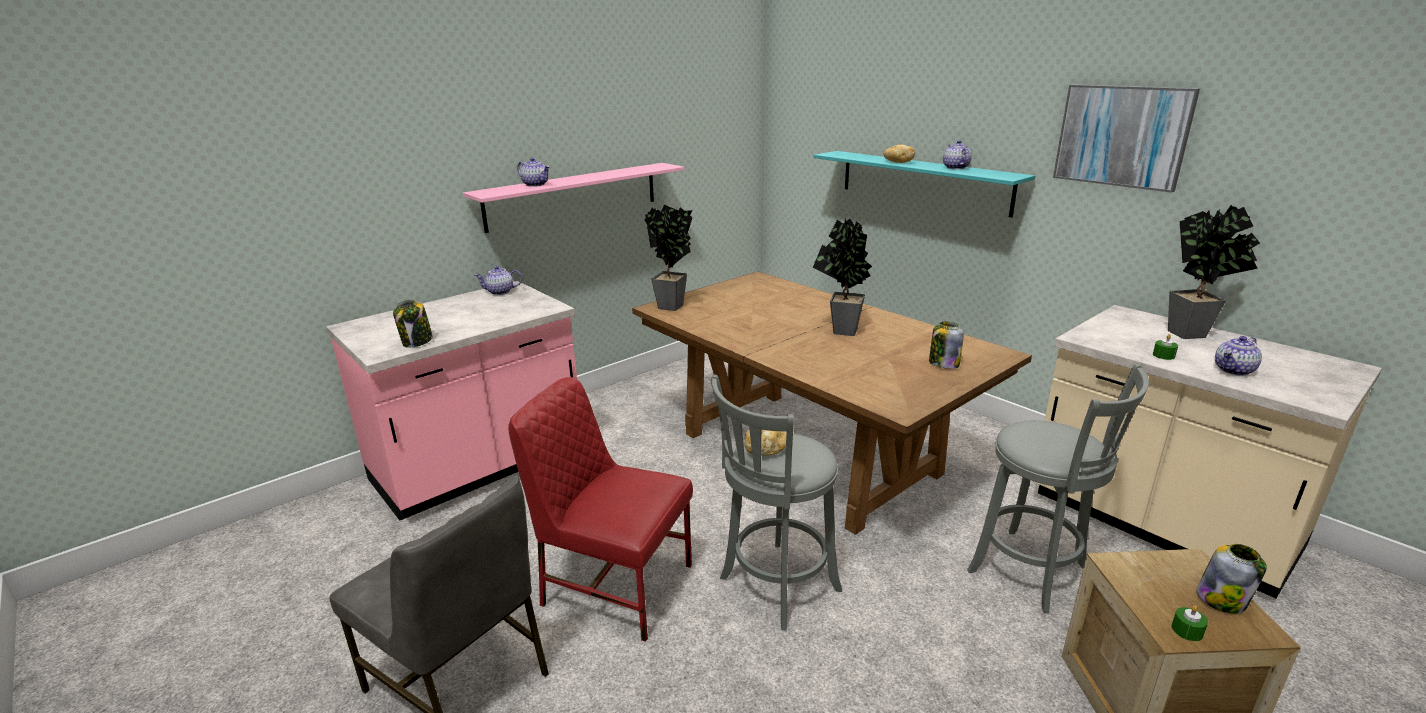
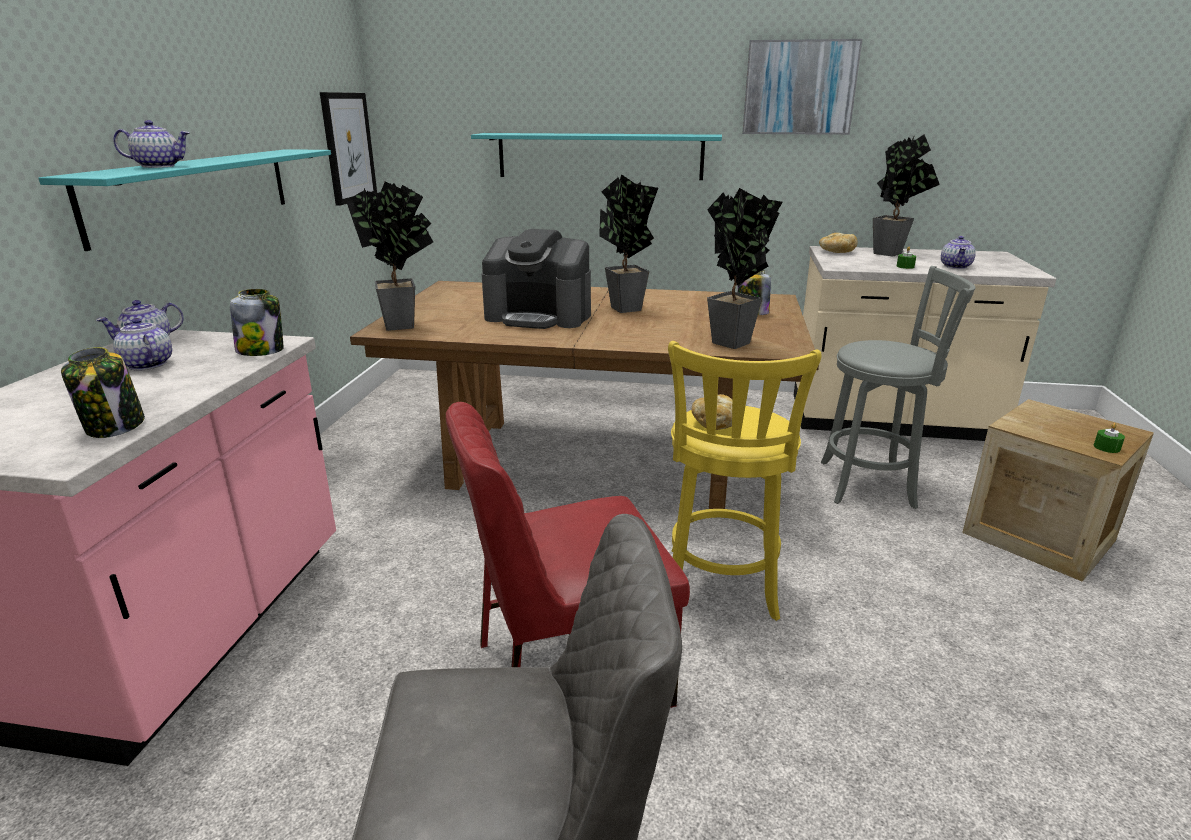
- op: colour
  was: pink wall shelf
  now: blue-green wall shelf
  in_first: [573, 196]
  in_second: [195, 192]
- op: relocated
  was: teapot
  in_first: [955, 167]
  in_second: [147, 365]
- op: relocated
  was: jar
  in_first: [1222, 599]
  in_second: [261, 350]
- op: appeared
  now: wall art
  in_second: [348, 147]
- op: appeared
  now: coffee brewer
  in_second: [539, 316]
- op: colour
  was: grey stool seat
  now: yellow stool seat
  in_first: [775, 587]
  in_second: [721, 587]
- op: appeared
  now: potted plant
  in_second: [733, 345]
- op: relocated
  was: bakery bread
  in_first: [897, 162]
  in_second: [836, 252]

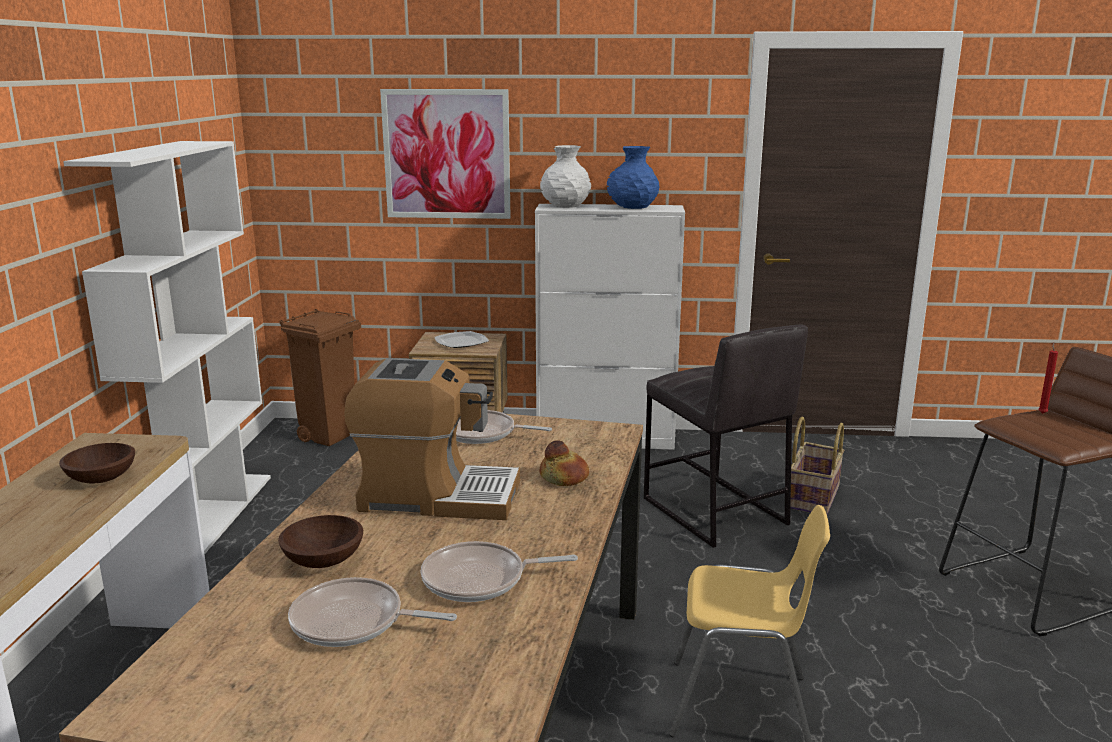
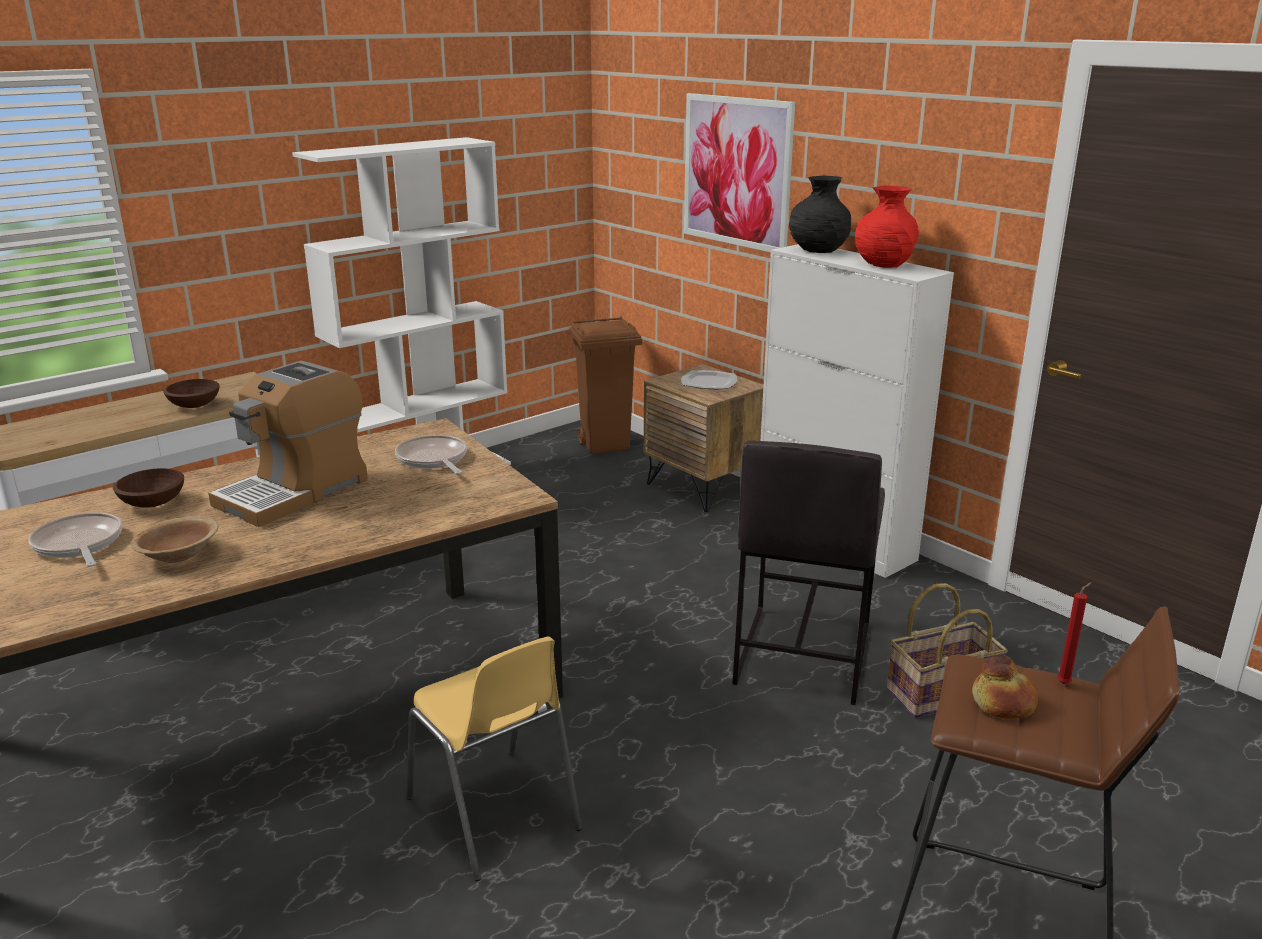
- op: exchanged
  was: pan
  now: brown bowl
  in_first: [480, 579]
  in_second: [179, 555]
- op: spun
  was: coffee brewer
  in_first: [436, 496]
  in_second: [294, 492]
  clockwise: 75
- op: colour
  was: white flower vase
  now: black-coloured flower vase
  in_first: [565, 206]
  in_second: [817, 250]
- op: colour
  was: bluish flower vase
  now: red flower vase
  in_first: [632, 207]
  in_second: [882, 264]
- op: relocated
  was: bakery bread
  in_first: [564, 477]
  in_second: [1004, 703]

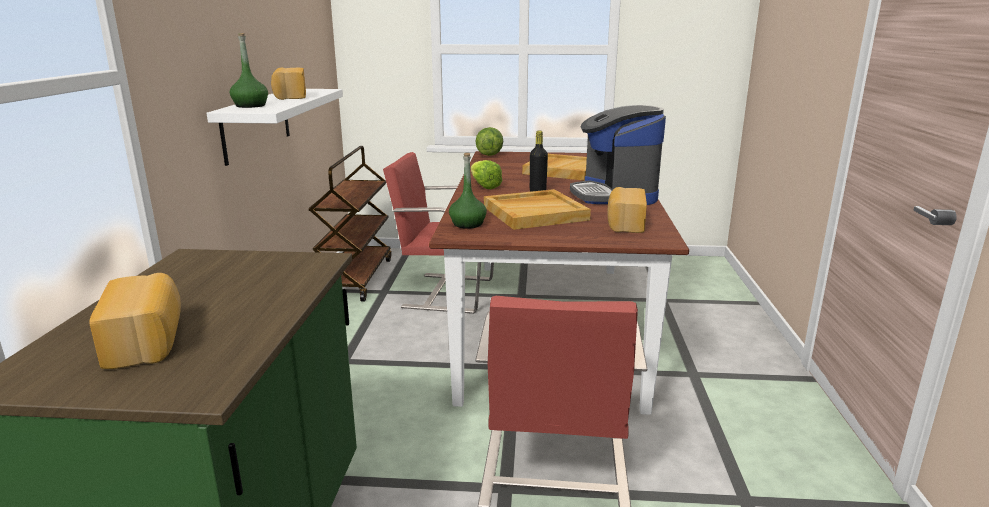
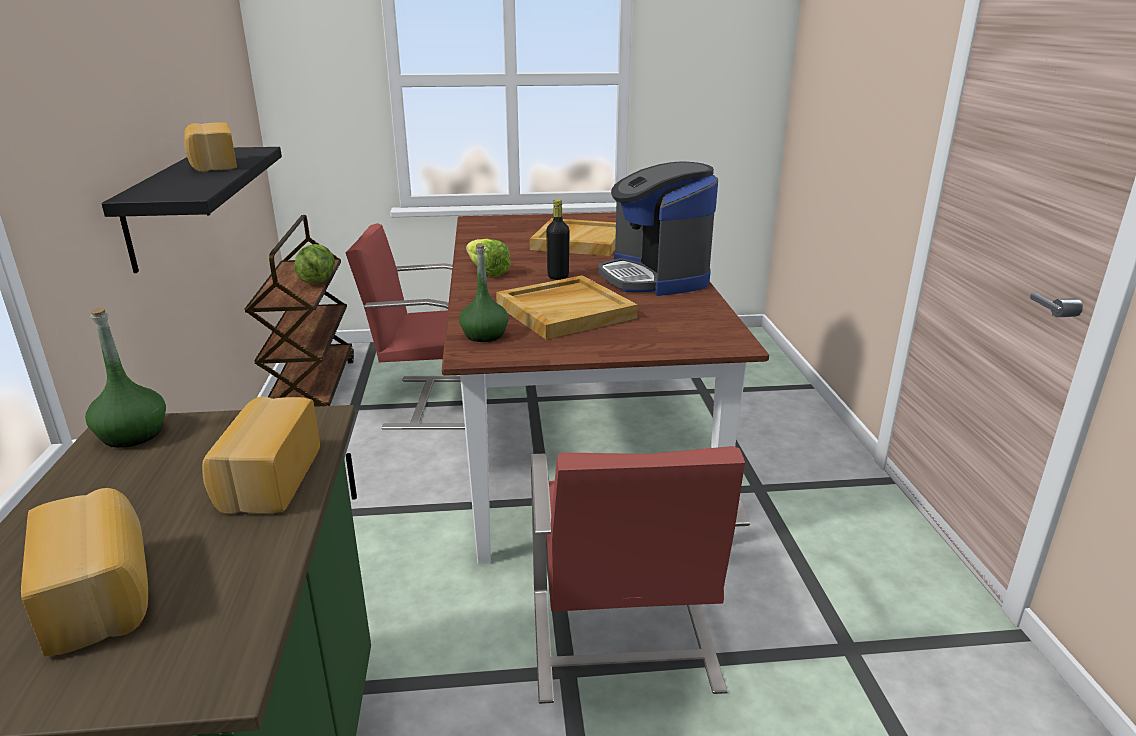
- op: relocated
  was: greenish bottle
  in_first: [250, 106]
  in_second: [132, 435]
- op: colour
  was: white wall shelf
  now: black-coloured wall shelf
  in_first: [256, 124]
  in_second: [168, 206]
- op: relocated
  was: bakery bread
  in_first: [624, 224]
  in_second: [266, 479]
- op: relocated
  was: head of lettuce
  in_first: [489, 154]
  in_second: [317, 280]

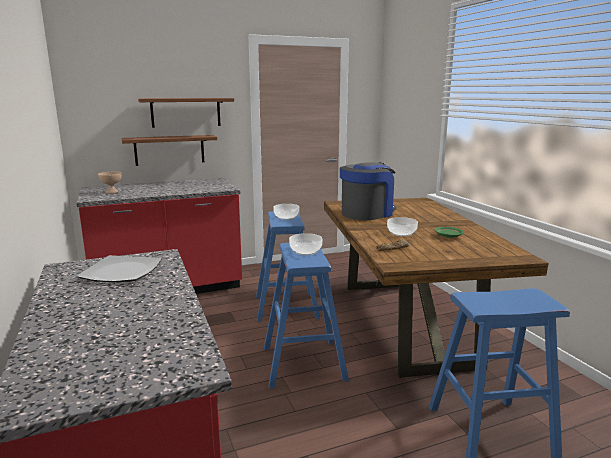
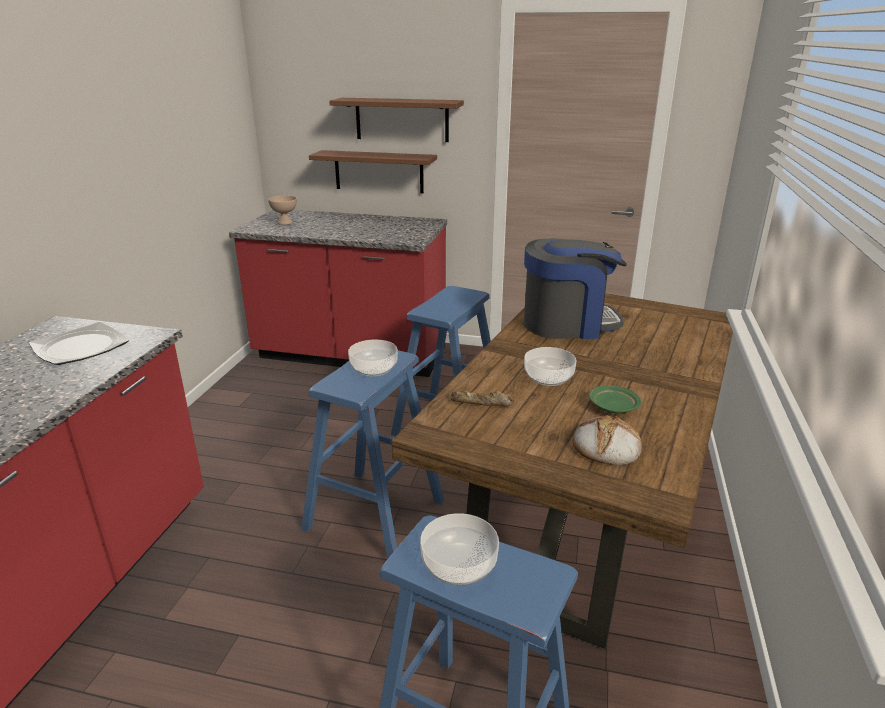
- op: relocated
  was: bowl
  in_first: [286, 217]
  in_second: [458, 564]
- op: appeared
  now: bakery bread
  in_second: [605, 446]

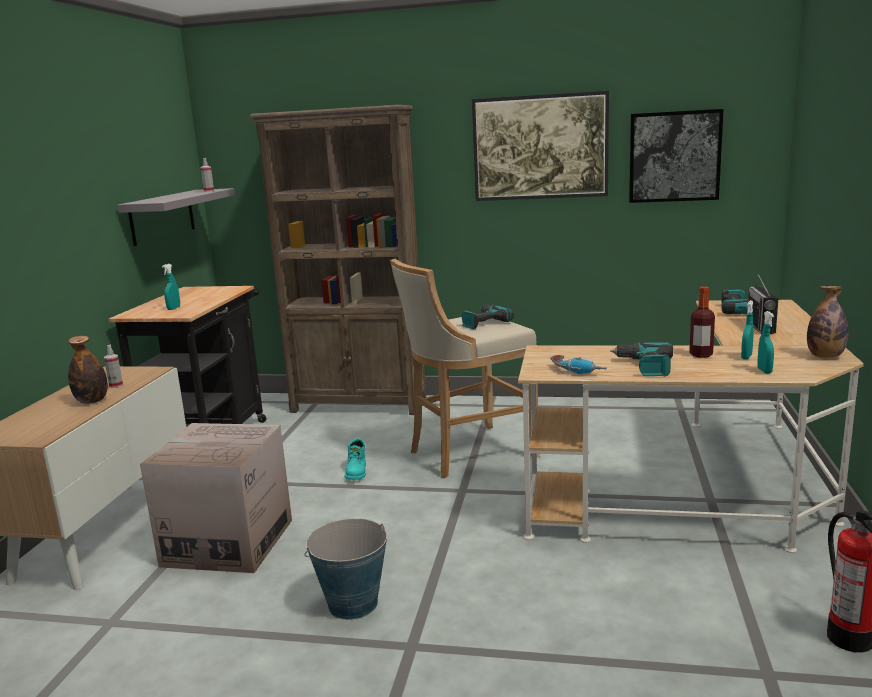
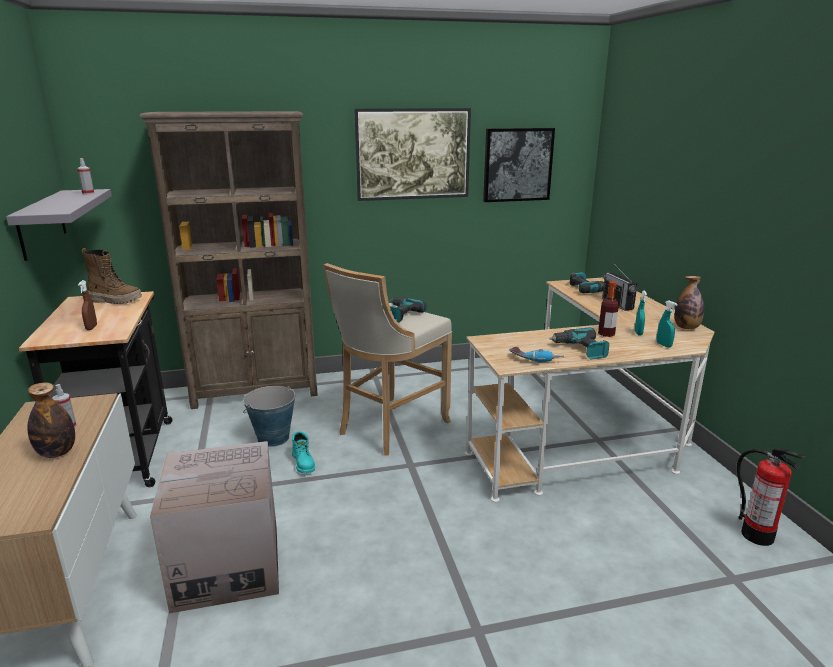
- op: colour
  was: blue-green hand sprayer
  now: brown hand sprayer
  in_first: [174, 308]
  in_second: [91, 327]
- op: appeared
  now: tall boot
  in_second: [116, 301]
- op: relocated
  was: pail
  in_first: [352, 604]
  in_second: [273, 438]

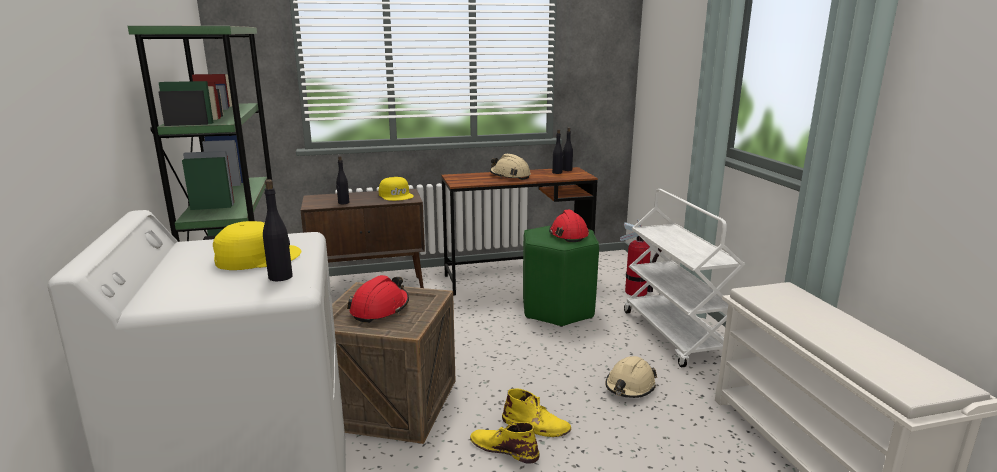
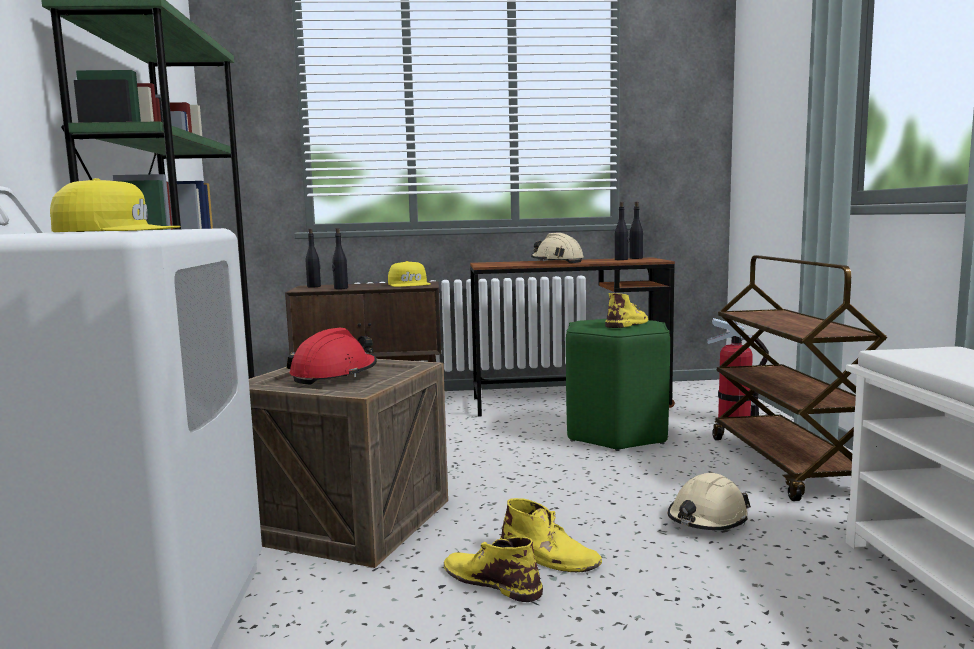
- op: relocated
  was: black-coloured bottle
  in_first: [281, 277]
  in_second: [314, 286]
- op: exchanged
  was: red safety helmet
  now: yellow tall boot
  in_first: [568, 234]
  in_second: [628, 324]
- op: colour
  was: white trolley
  now: brown trolley
  in_first: [674, 335]
  in_second: [787, 465]

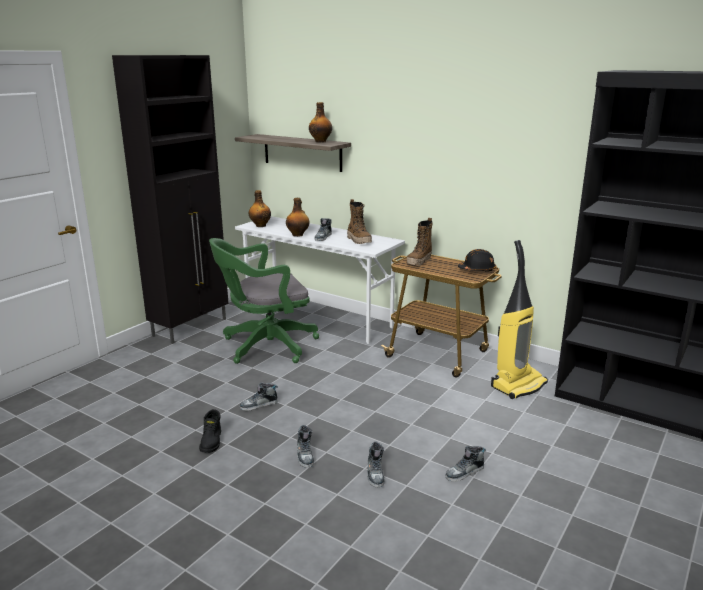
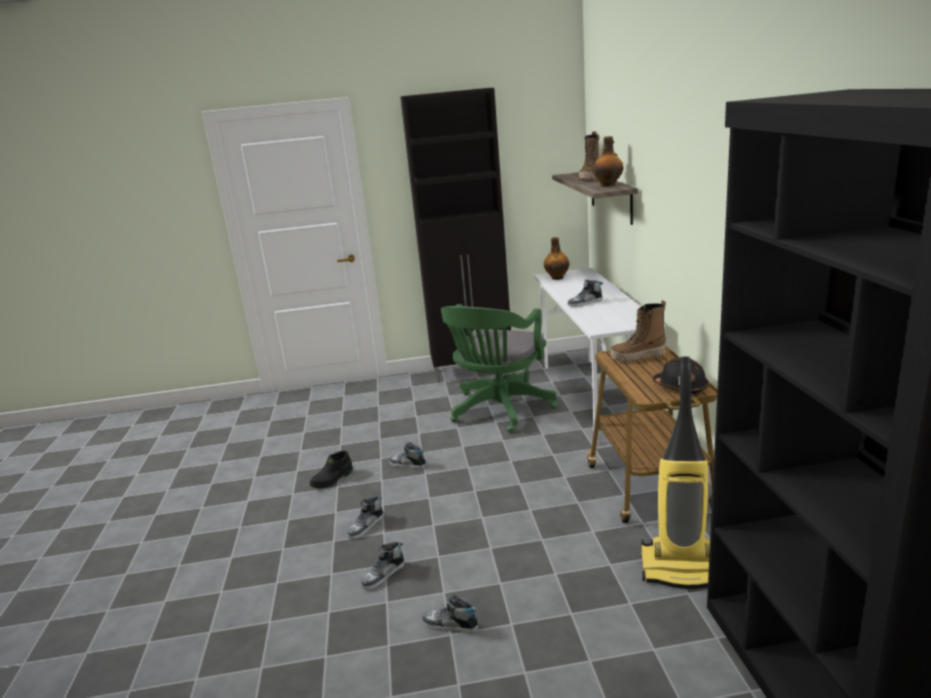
- op: spun
  was: greenish desk chair
  in_first: [265, 346]
  in_second: [499, 411]
  clockwise: -90
- op: relocated
  was: tall boot
  in_first: [359, 240]
  in_second: [590, 179]
- op: missing
  was: bottle
  in_first: [298, 235]

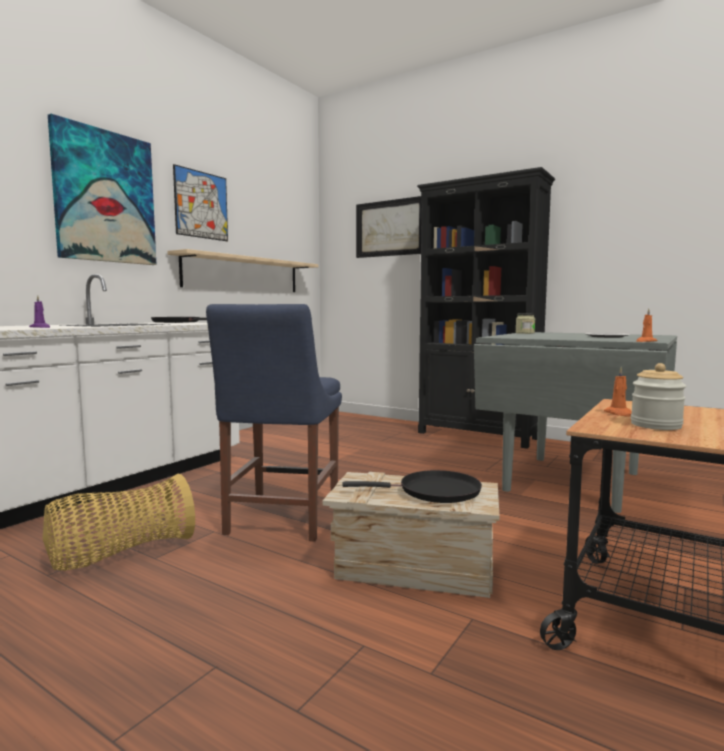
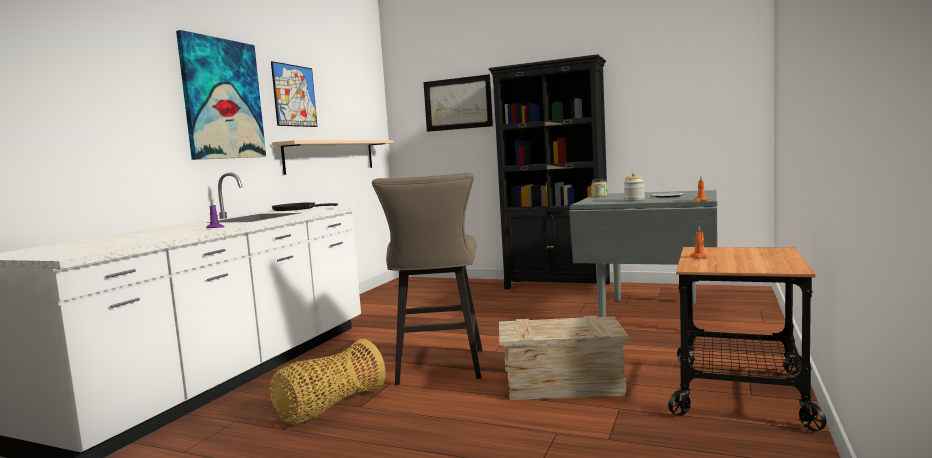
- op: exchanged
  was: bluish upright chair
  now: sand-coloured stool seat
  in_first: [280, 520]
  in_second: [438, 369]
- op: relocated
  was: jar
  in_first: [656, 425]
  in_second: [634, 199]
- op: missing
  was: black-coloured pan
  in_first: [434, 492]

